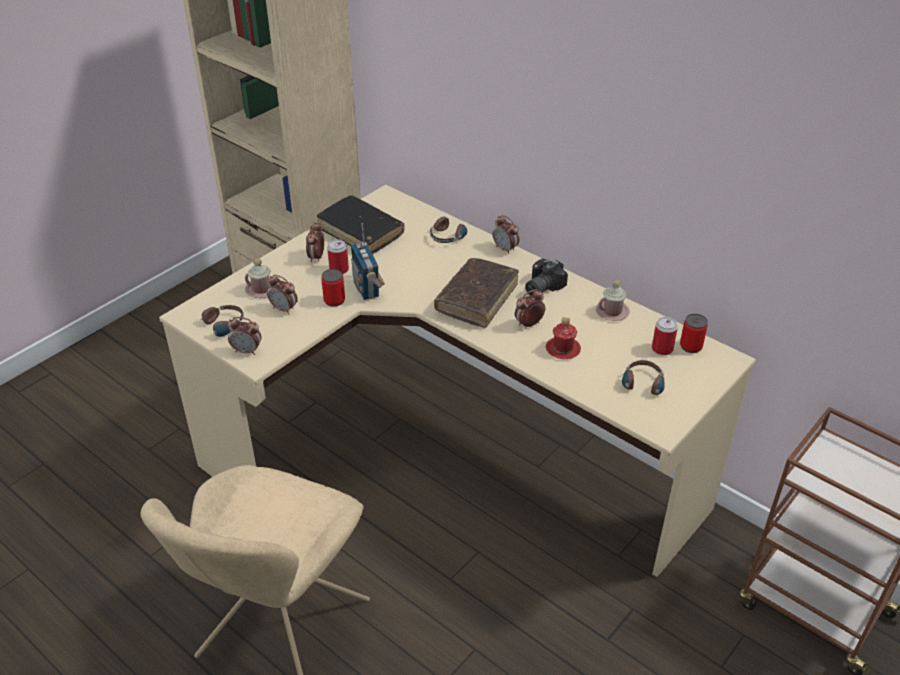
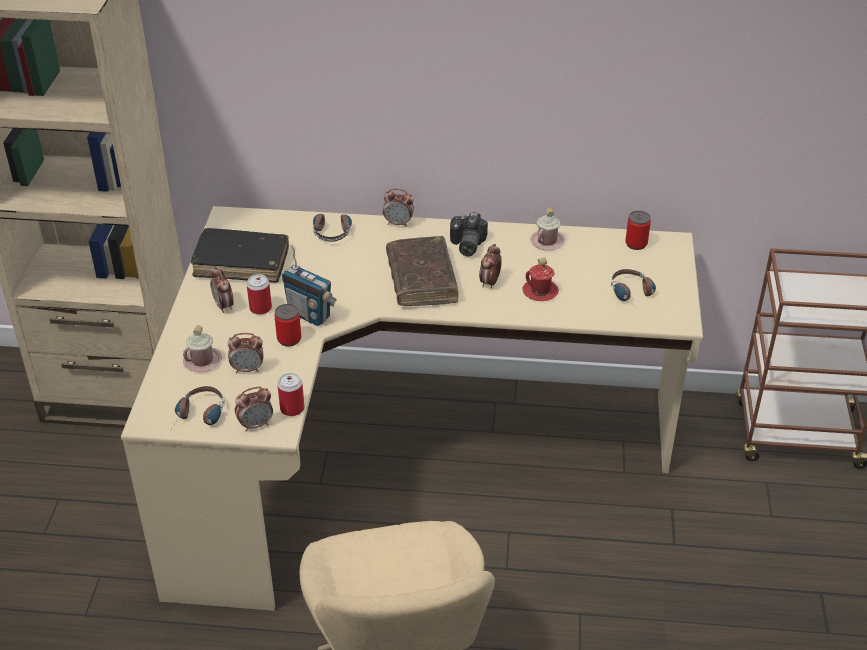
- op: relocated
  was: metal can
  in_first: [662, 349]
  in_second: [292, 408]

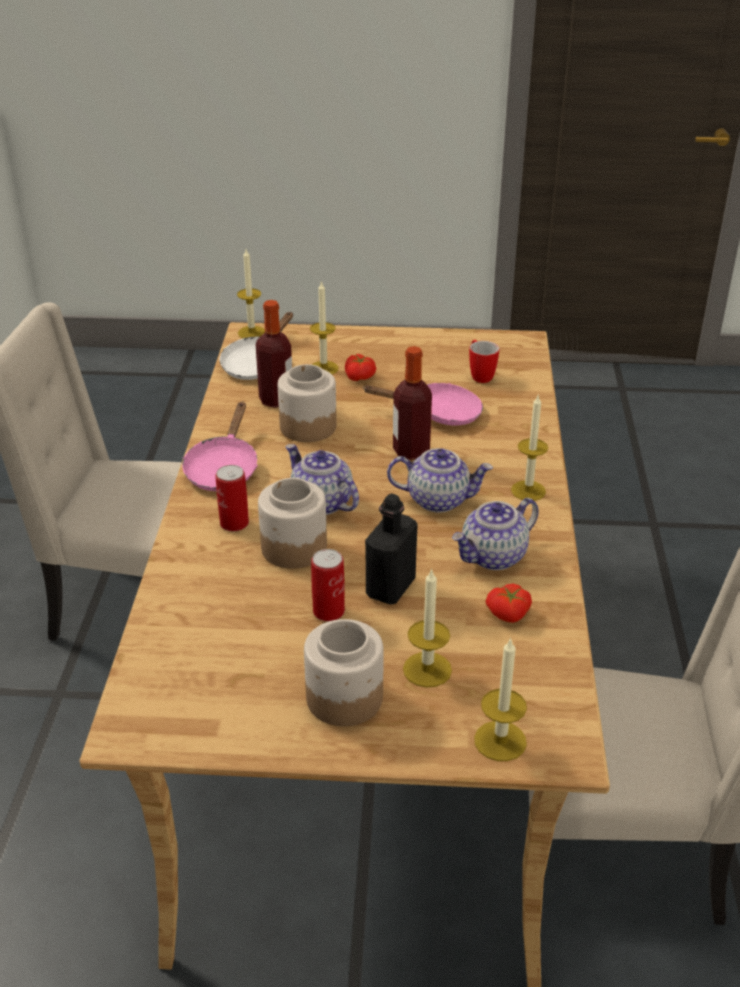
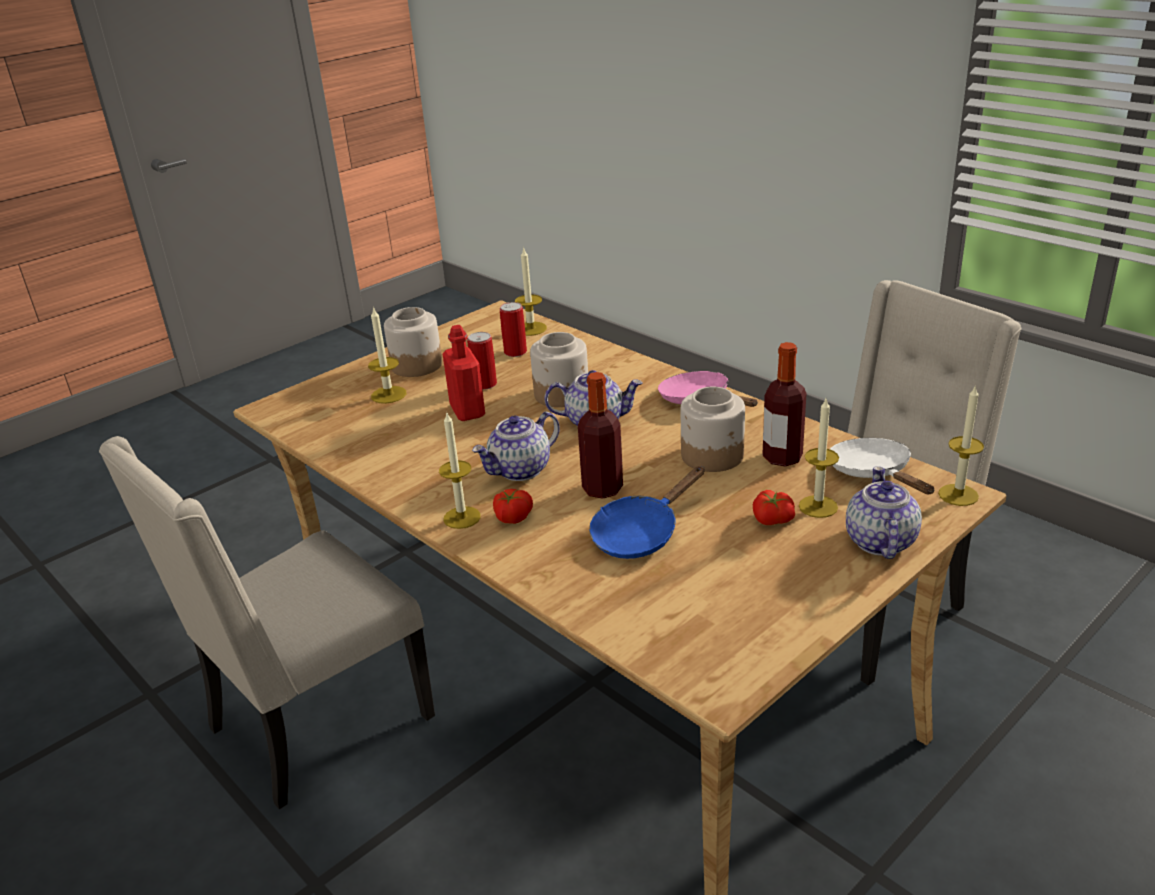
- op: colour
  was: black-coloured bottle
  now: red bottle
  in_first: [390, 588]
  in_second: [467, 411]
- op: relocated
  was: tomato
  in_first: [508, 614]
  in_second: [512, 517]
- op: relocated
  was: metal can
  in_first: [234, 523]
  in_second: [515, 352]
- op: relocated
  was: wax light
  in_first: [500, 741]
  in_second: [531, 329]
- op: colour
  was: pink pan
  now: bluish pan
  in_first: [439, 413]
  in_second: [640, 533]
- op: relocated
  was: teapot
  in_first: [493, 557]
  in_second: [879, 541]
- op: missing
  was: mug
  in_first: [479, 375]

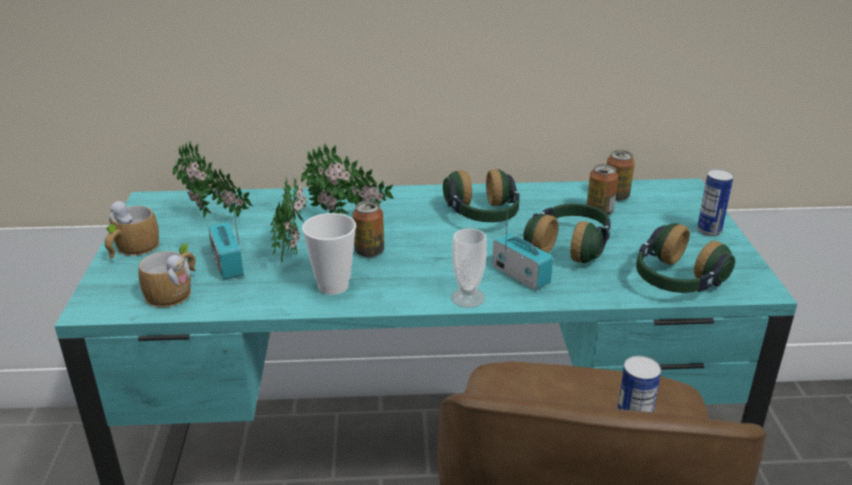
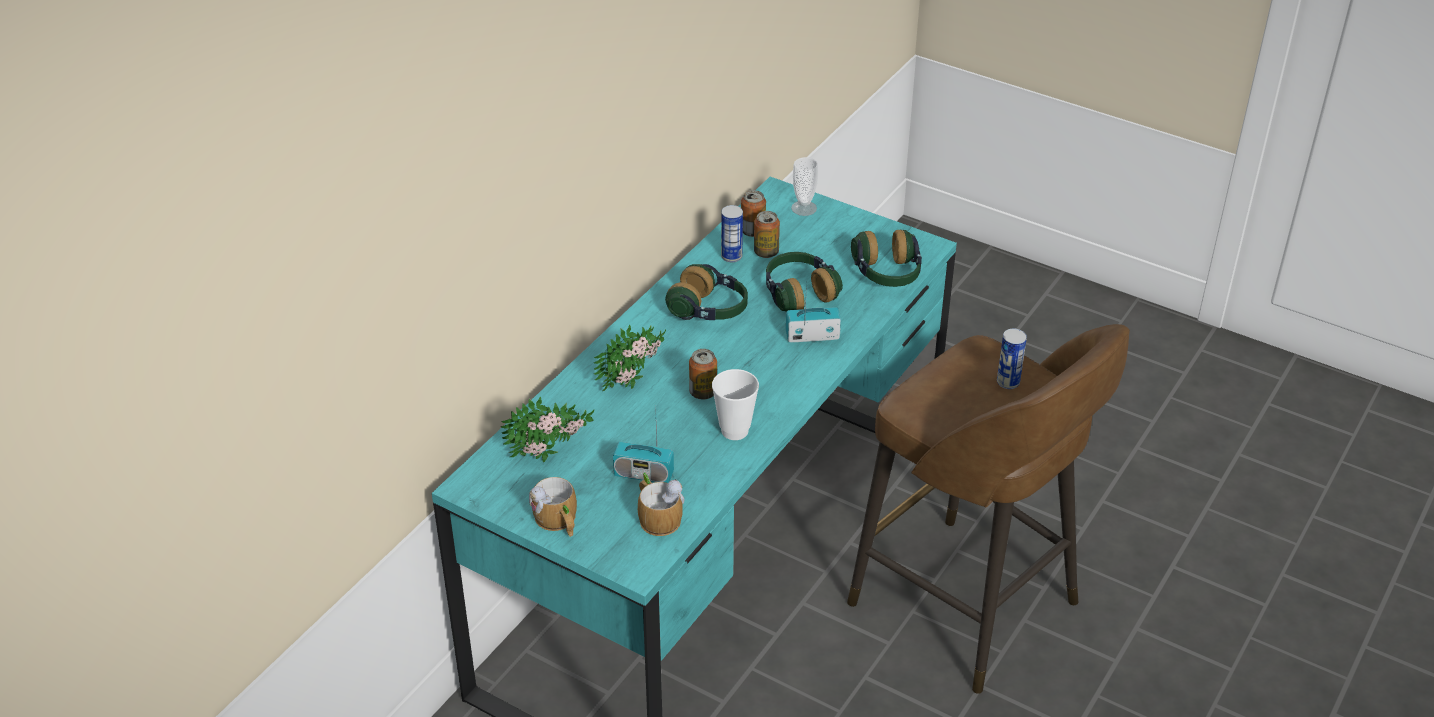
- op: relocated
  was: metal can
  in_first: [709, 231]
  in_second: [731, 256]
- op: relocated
  was: drinking cup
  in_first: [468, 297]
  in_second: [804, 208]
- op: missing
  was: potted plant
  in_first: [290, 249]

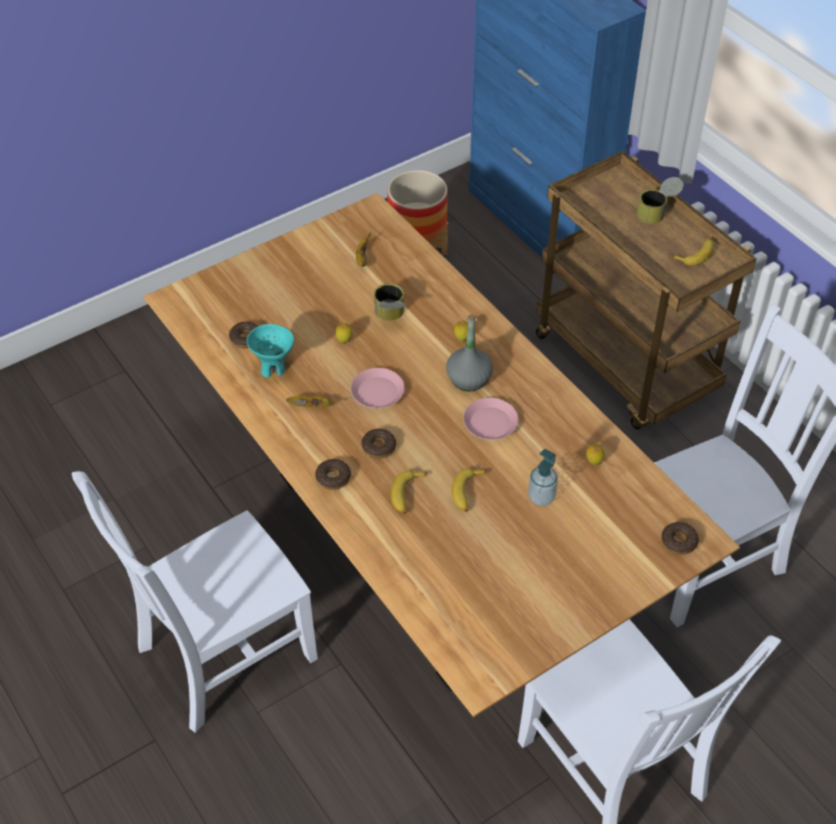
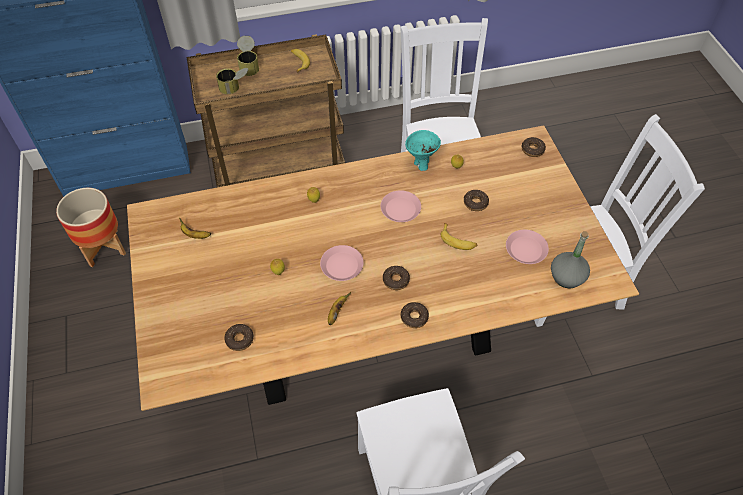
- op: relocated
  was: metal can
  in_first: [390, 316]
  in_second: [235, 88]
- op: relocated
  was: blue-green bowl
  in_first: [273, 369]
  in_second: [421, 164]
- op: exchanged
  was: soap dispenser
  now: donut
  in_first: [541, 497]
  in_second: [475, 203]
- op: appeared
  now: pink flat dish
  in_second: [526, 249]
- op: relocated
  was: grey bottle
  in_first: [468, 379]
  in_second: [567, 277]
- op: missing
  was: banana
  in_first: [407, 495]

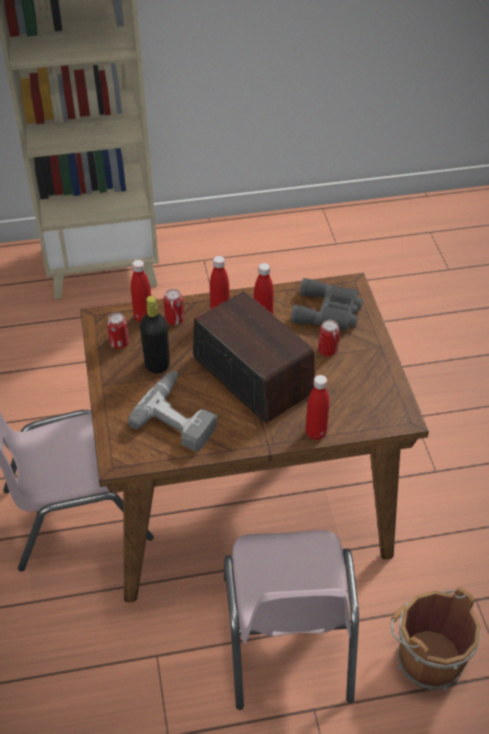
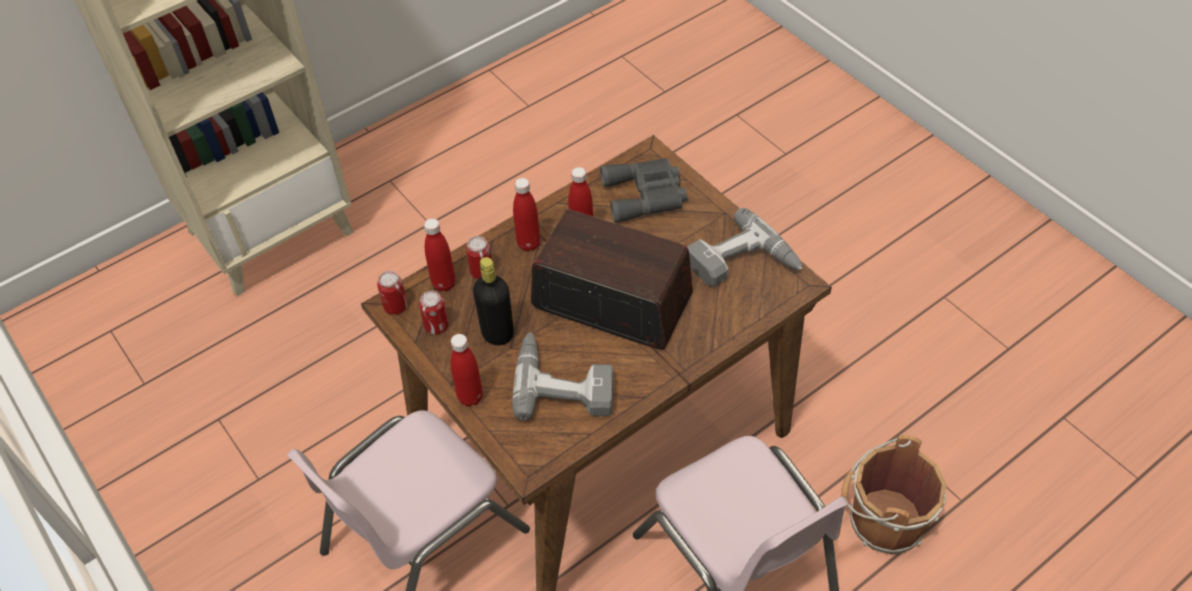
- op: relocated
  was: metal can
  in_first: [327, 350]
  in_second: [395, 306]
- op: relocated
  was: red bottle
  in_first: [316, 433]
  in_second: [470, 397]
- op: appeared
  now: electric drill
  in_second: [742, 264]

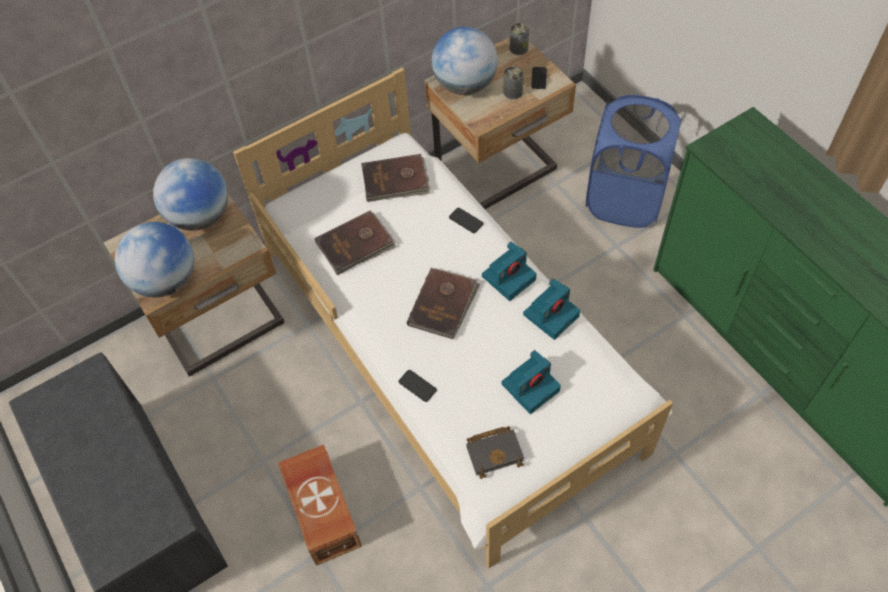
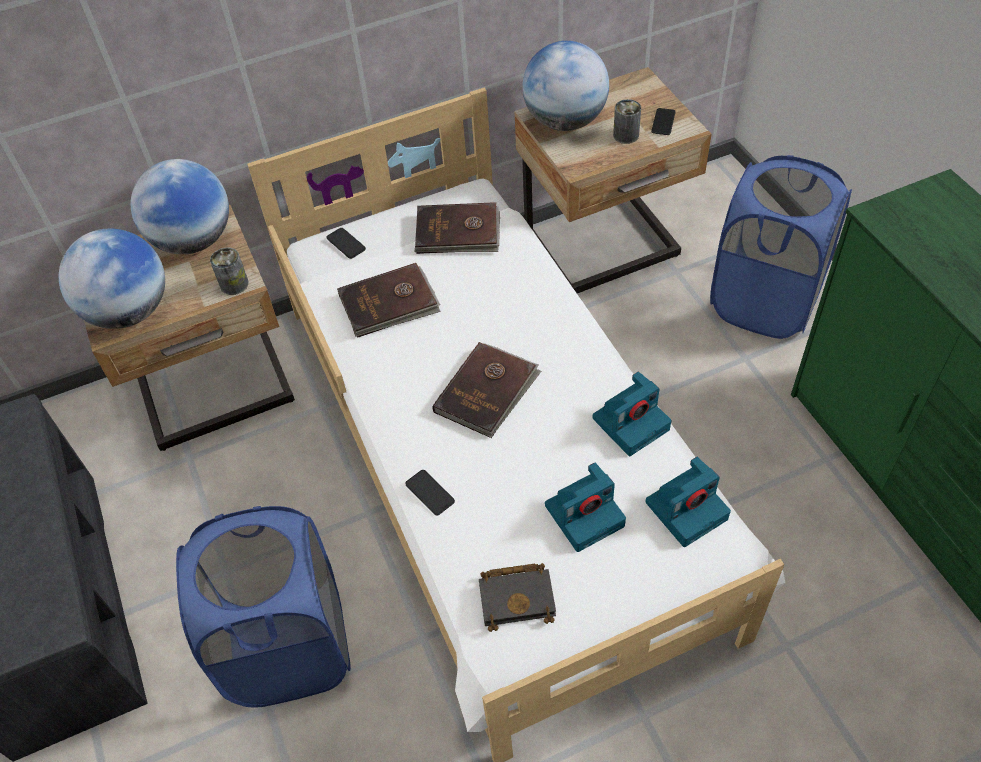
- op: exchanged
  was: brown storage box
  now: bluish hamper
  in_first: [324, 510]
  in_second: [290, 649]
- op: relocated
  was: metal can
  in_first: [518, 48]
  in_second: [234, 284]
- op: relocated
  was: telephone
  in_first: [466, 220]
  in_second: [346, 243]
- op: relocated
  was: still camera
  in_first: [509, 277]
  in_second: [687, 509]

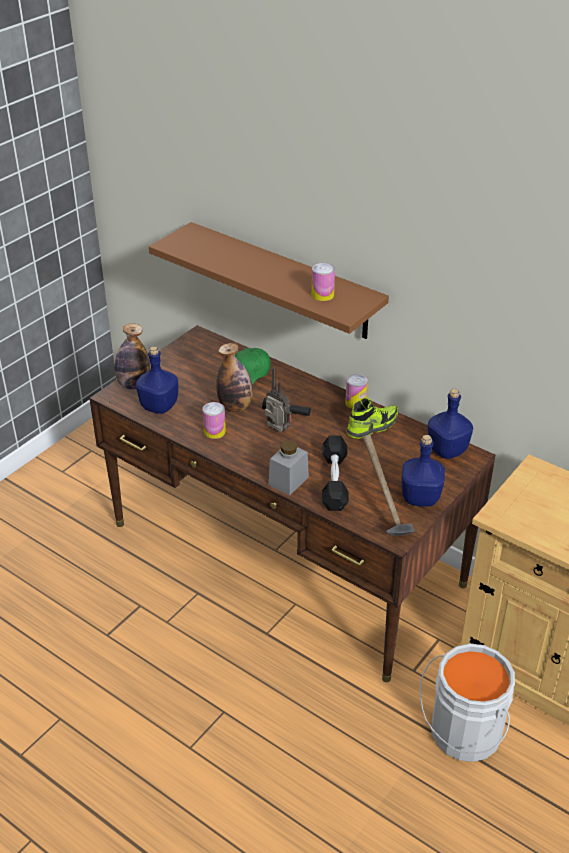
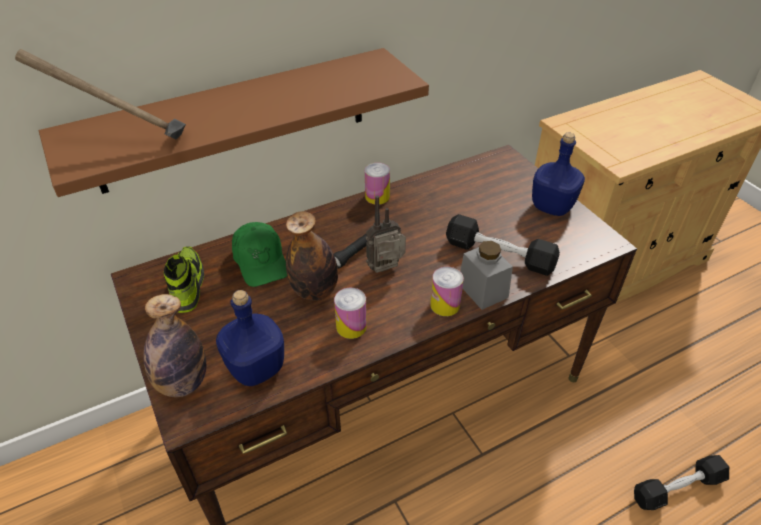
- op: relocated
  was: hand hammer
  in_first: [382, 513]
  in_second: [124, 141]
- op: relocated
  was: shoe
  in_first: [372, 426]
  in_second: [187, 285]
- op: relocated
  was: metal can
  in_first: [322, 295]
  in_second: [445, 305]
- op: appeared
  now: black-coloured hand weight
  in_second: [677, 488]
- op: missing
  was: grey pail
  in_first: [462, 734]
- op: missing
  was: bluish bottle
  in_first: [446, 449]

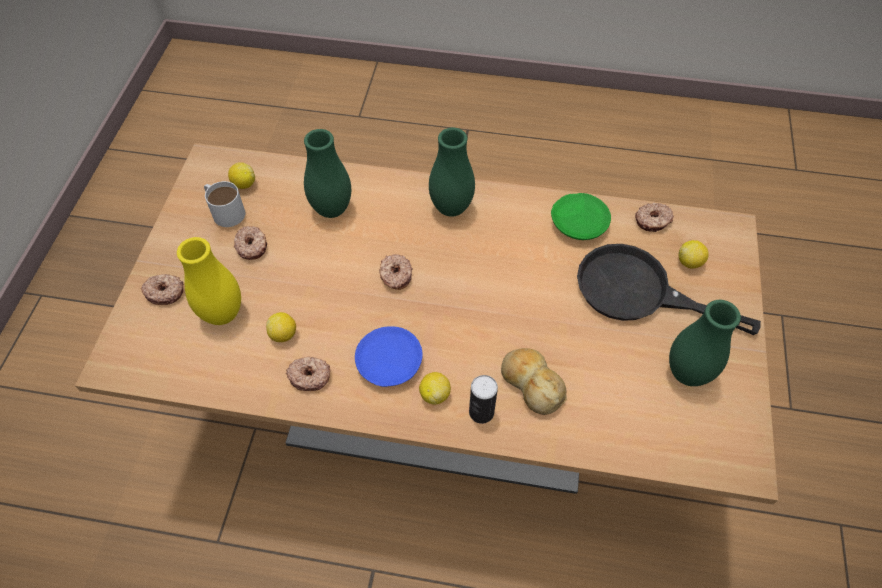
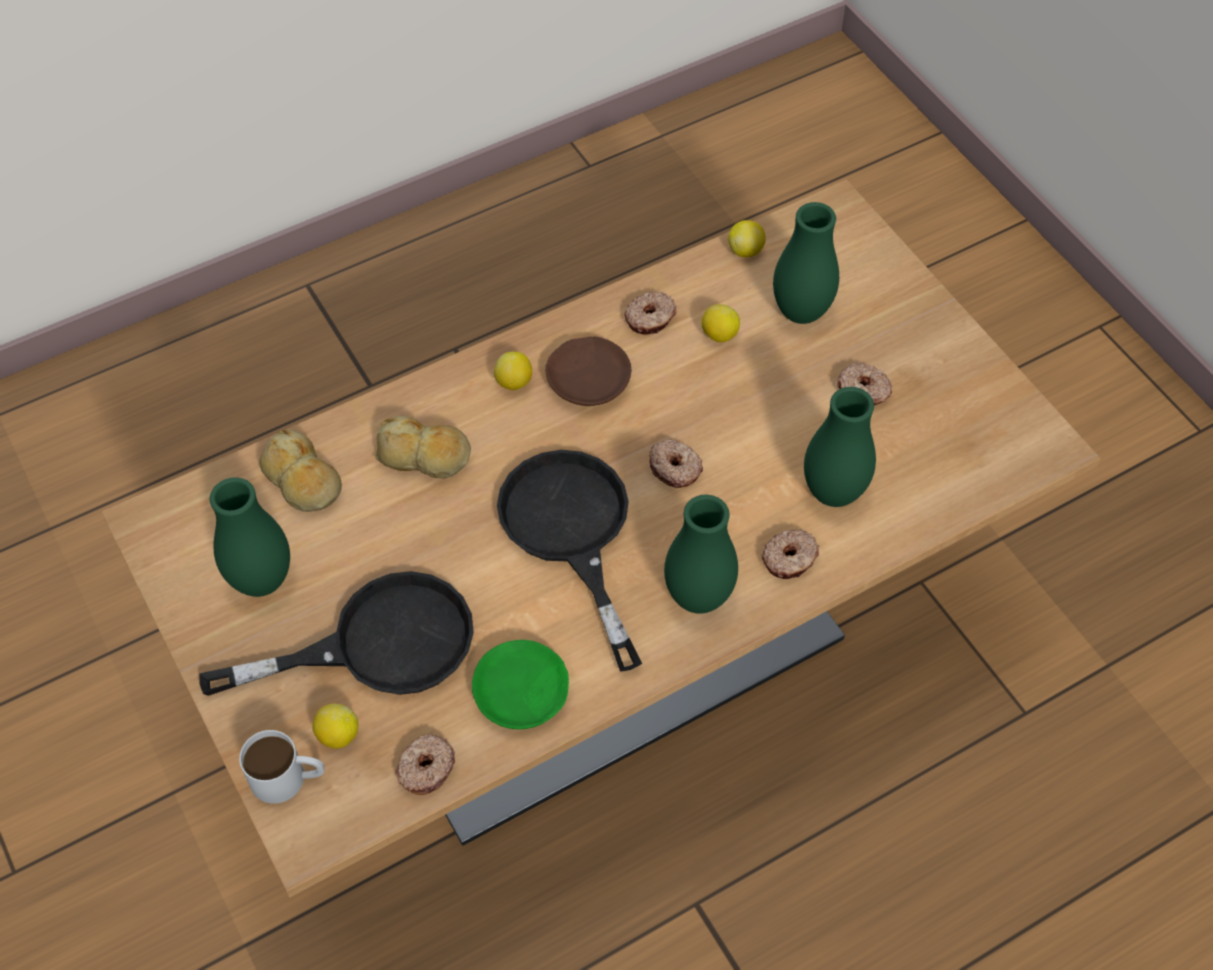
- op: relocated
  was: white mug
  in_first: [224, 211]
  in_second: [288, 778]
- op: appeared
  now: bakery bread
  in_second: [302, 481]
- op: appeared
  now: black-coloured pan
  in_second: [571, 533]
- op: colour
  was: bluish flat dish
  now: brown flat dish
  in_first: [388, 362]
  in_second: [589, 380]
- op: relocated
  was: citrus fruit
  in_first: [244, 184]
  in_second: [745, 250]
- op: relocated
  was: donut
  in_first: [165, 292]
  in_second: [790, 559]
- op: colour
  was: yellow flower vase
  now: greenish flower vase
  in_first: [223, 314]
  in_second: [801, 312]
- op: missing
  was: metal can
  in_first: [481, 412]

